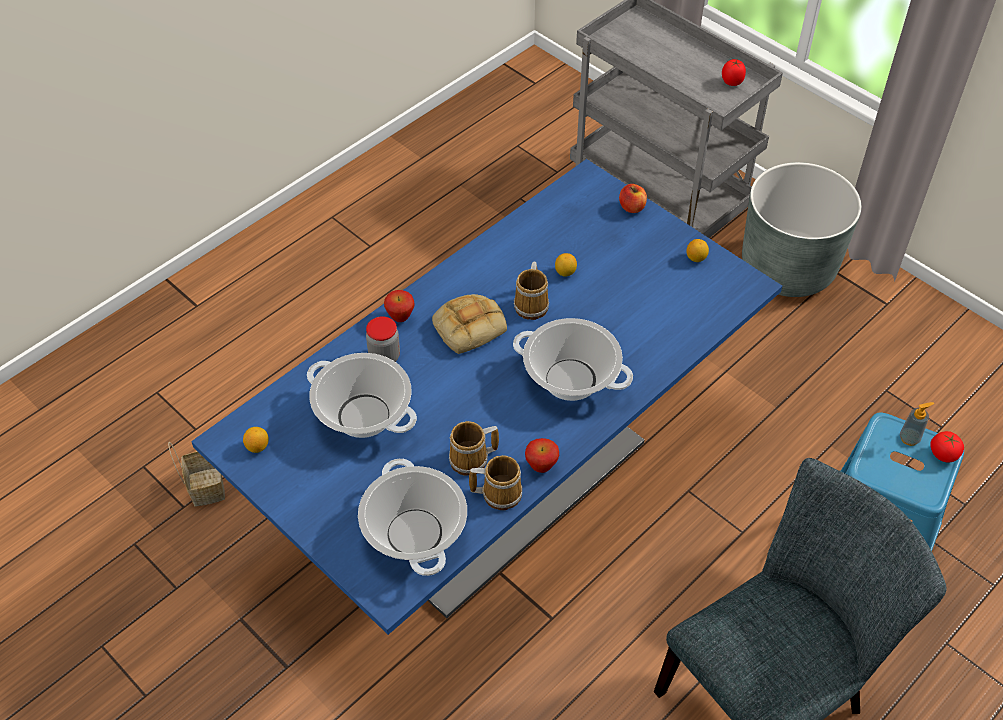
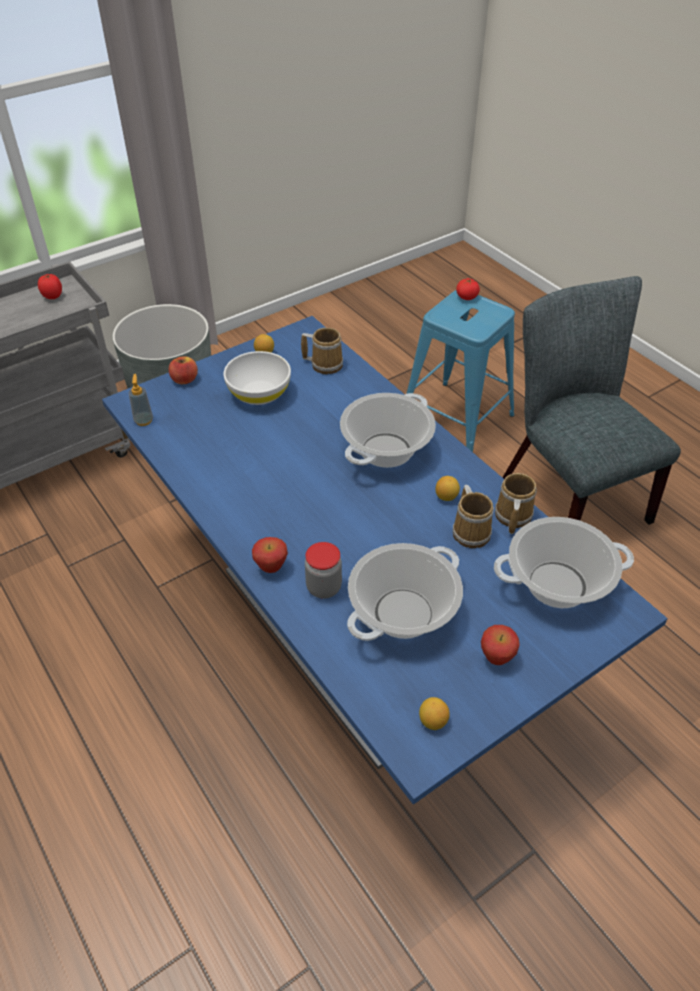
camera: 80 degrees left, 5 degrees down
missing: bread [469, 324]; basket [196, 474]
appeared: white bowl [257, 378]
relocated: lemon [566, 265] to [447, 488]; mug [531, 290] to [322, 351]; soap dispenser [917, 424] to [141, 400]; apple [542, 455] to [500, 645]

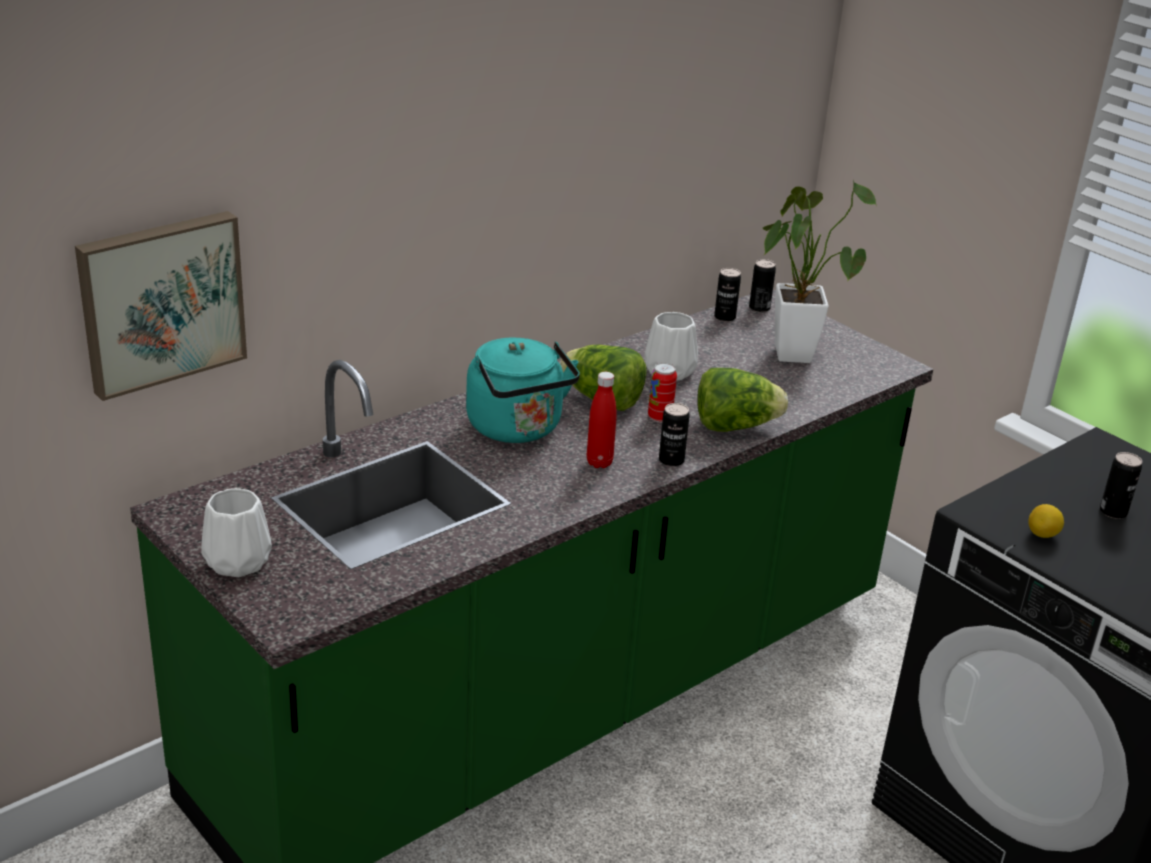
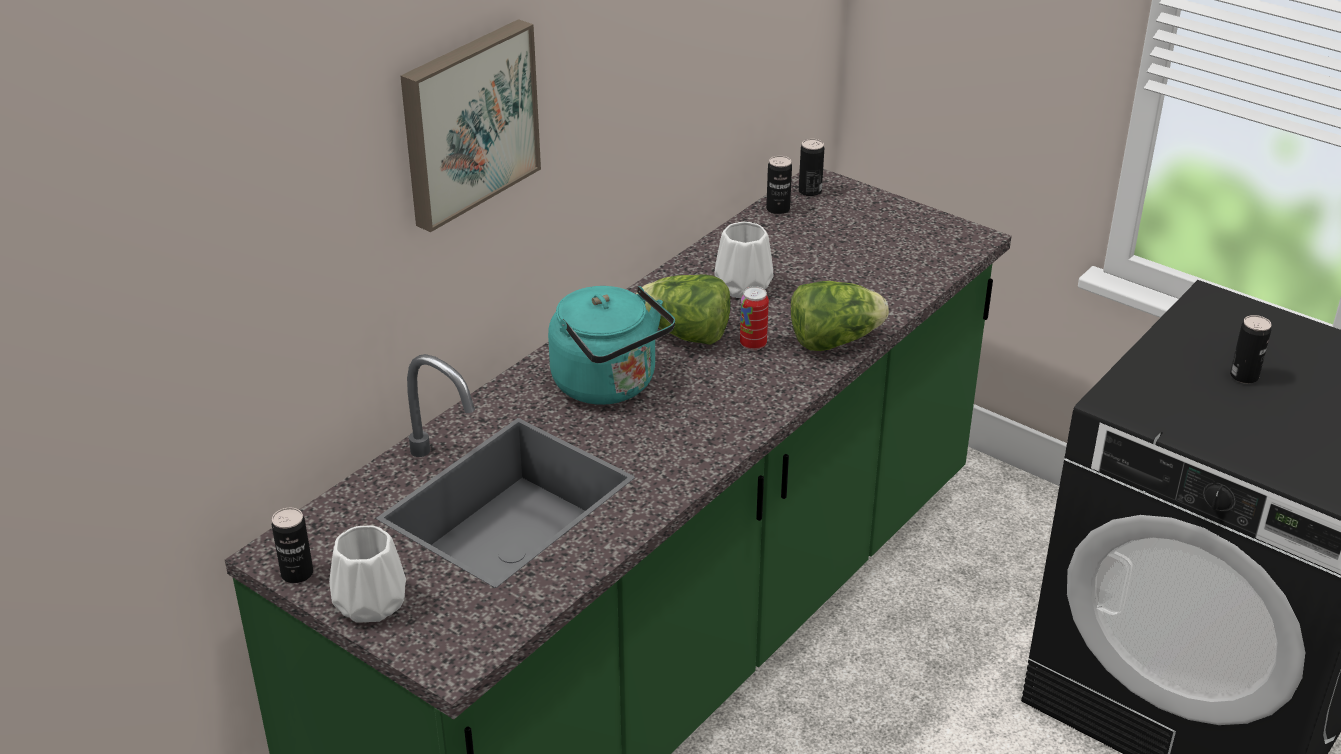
camera: 10 degrees left, 5 degrees up
missing: potted plant [819, 271]; red bottle [602, 420]; lemon [1046, 521]
relocated: picture [161, 306] to [470, 125]; can [674, 435] to [292, 545]

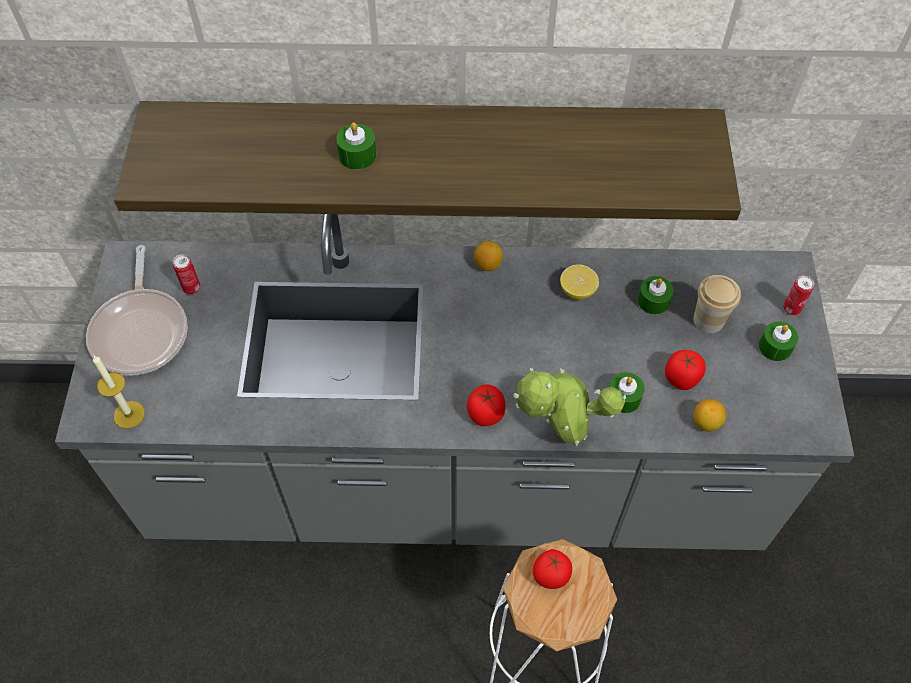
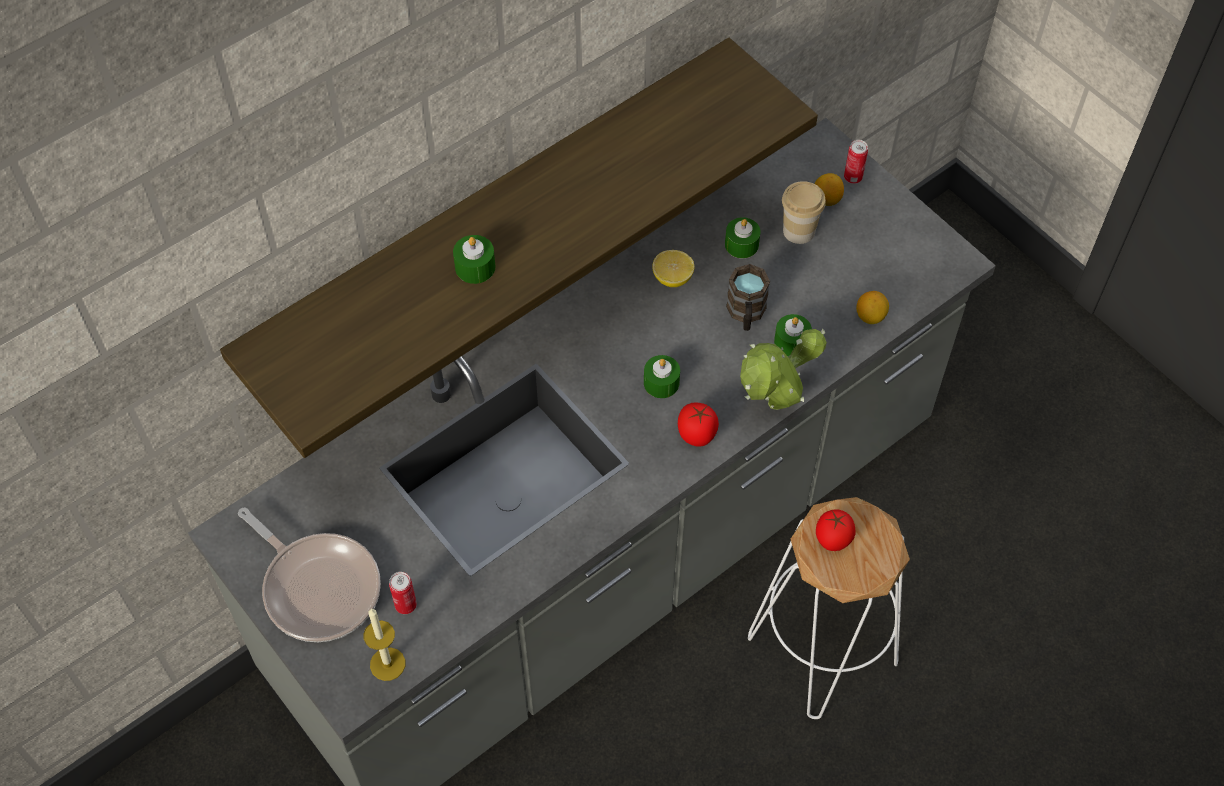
camera: 40 degrees left, 0 degrees up
missing: tomato [685, 370]
appeared: brown mug [748, 297]
relocated: lemon [488, 256] to [829, 189]; can [187, 274] to [403, 593]; green candle [778, 341] to [662, 376]

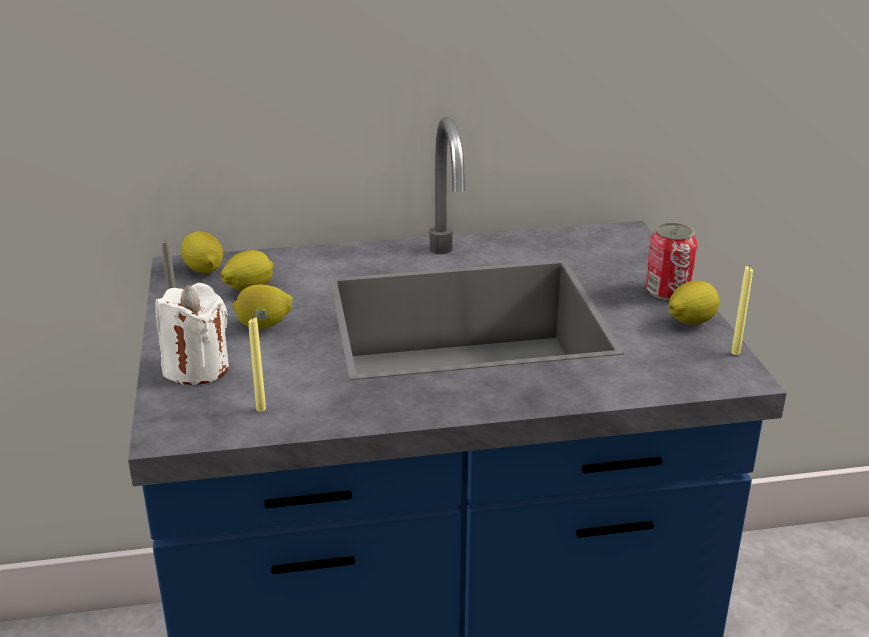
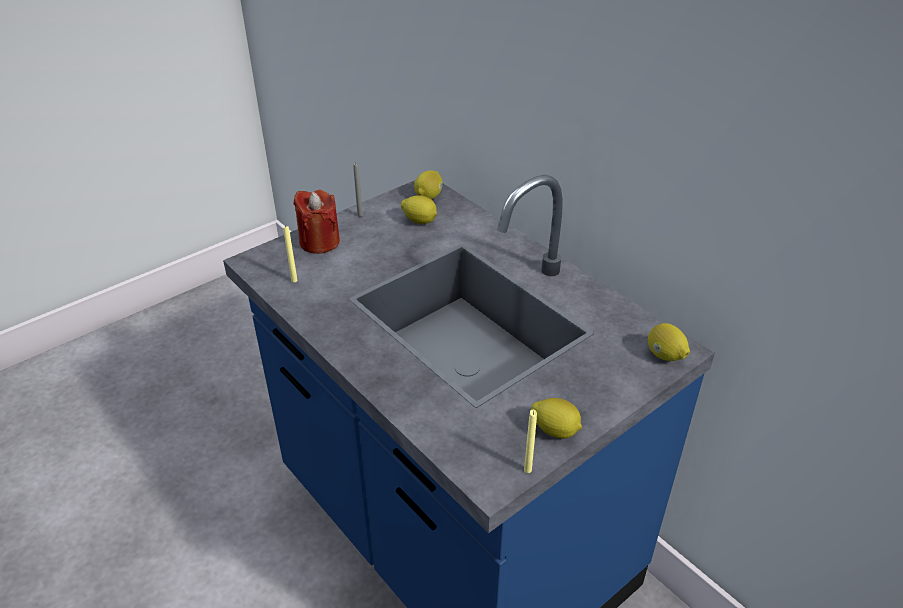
camera: 60 degrees right, 10 degrees up
missing: can [671, 261]
relocated: lemon [262, 307] to [669, 342]
colour: white candle [192, 334] to red candle [316, 222]

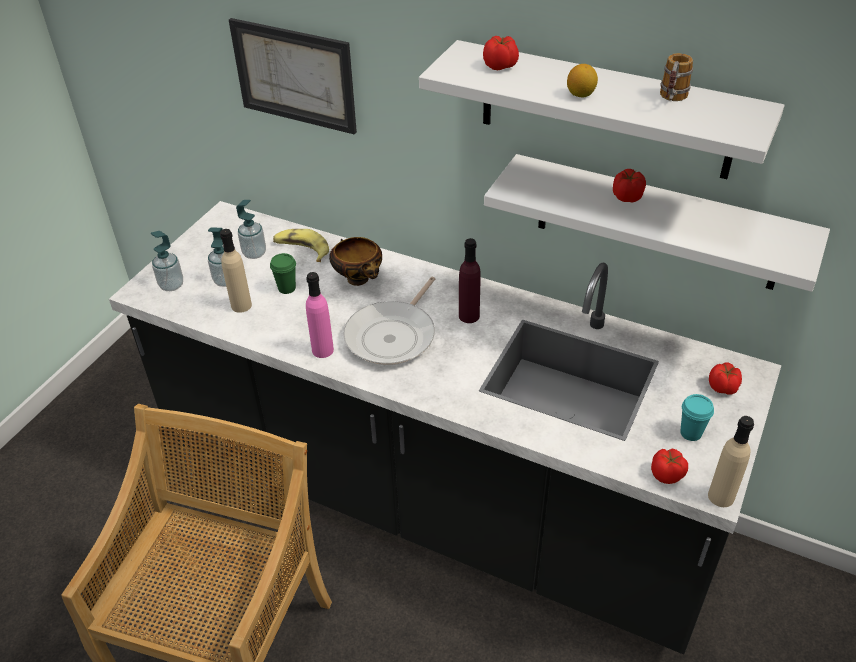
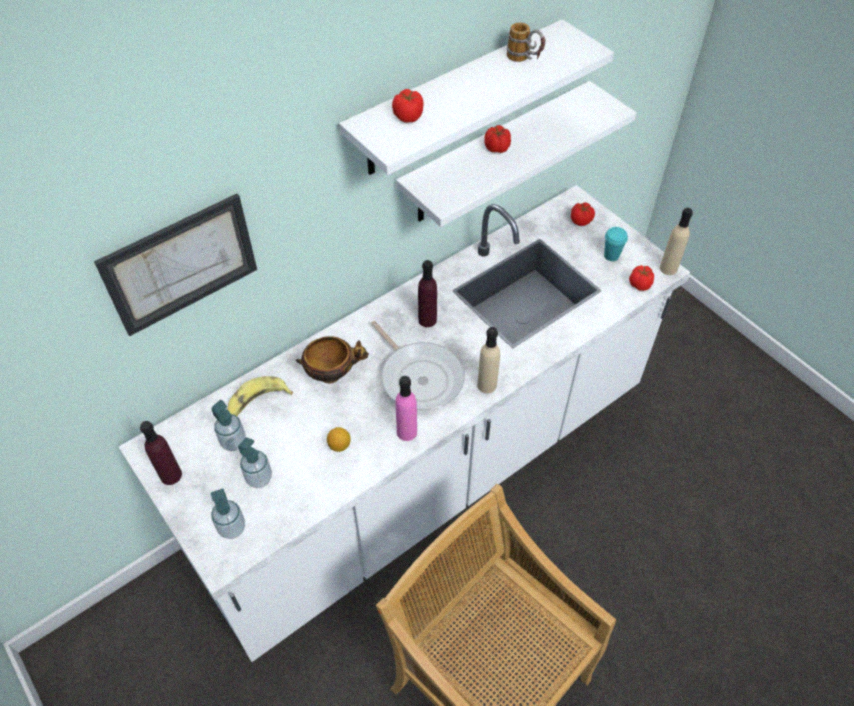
camera: 65 degrees left, 10 degrees up
missing: green cup [283, 273]
appeared: purple bottle [161, 453]
relocated: lemon [582, 80] to [339, 439]; beige bottle [236, 271] to [488, 360]
colour: black counter [445, 427] to white counter [404, 423]

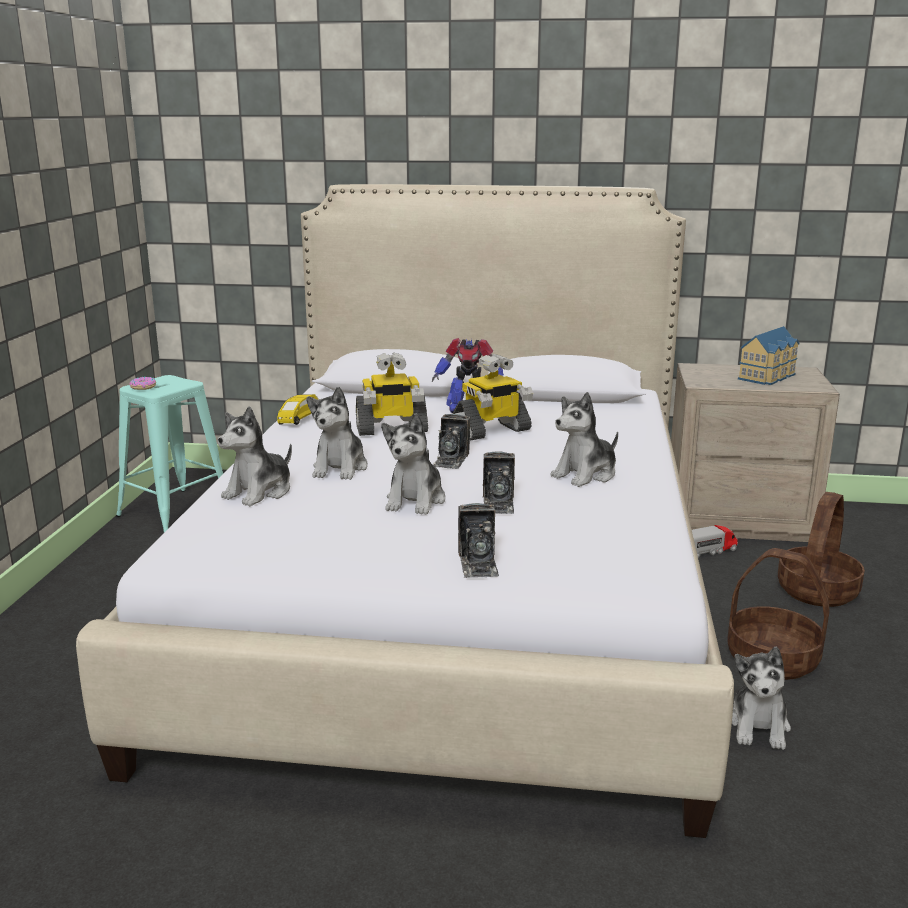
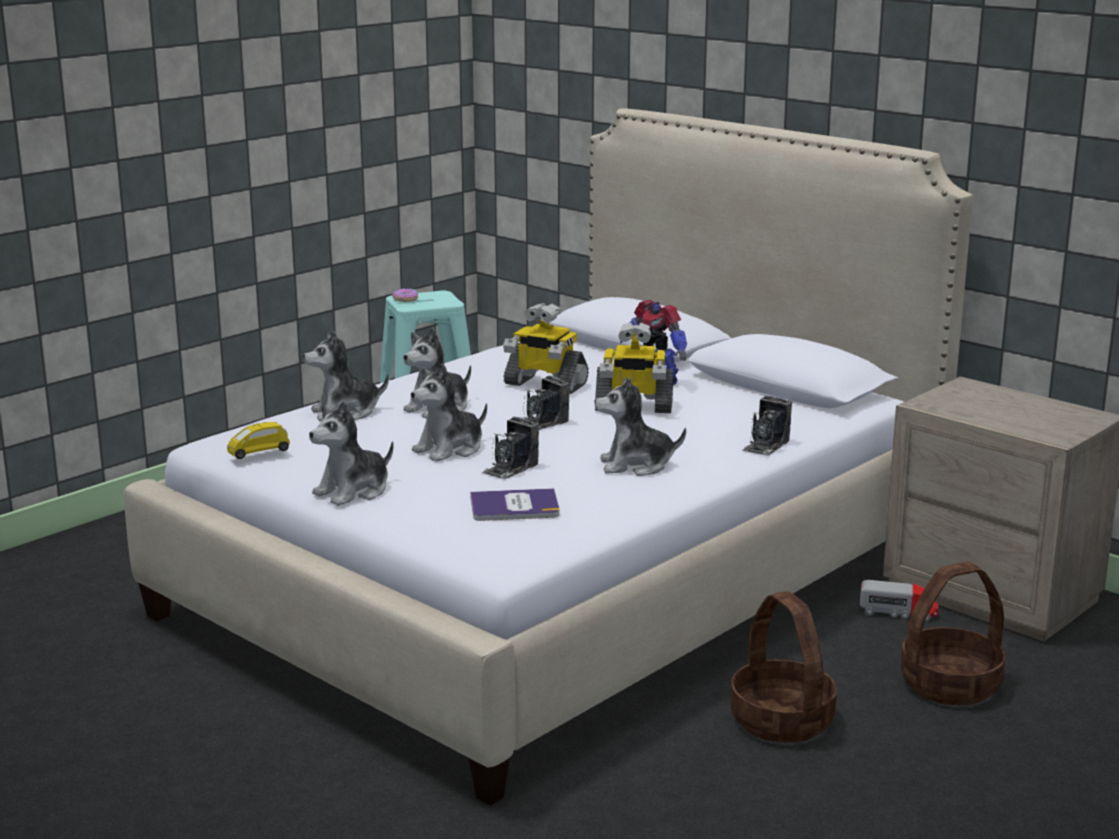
camera: 35 degrees right, 0 degrees up
missing: toy house [769, 355]
appeared: book [515, 504]
relocated: yellow toy car [298, 409] to [258, 440]; photo camera [478, 540] to [767, 426]; plush toy [761, 698] to [351, 453]

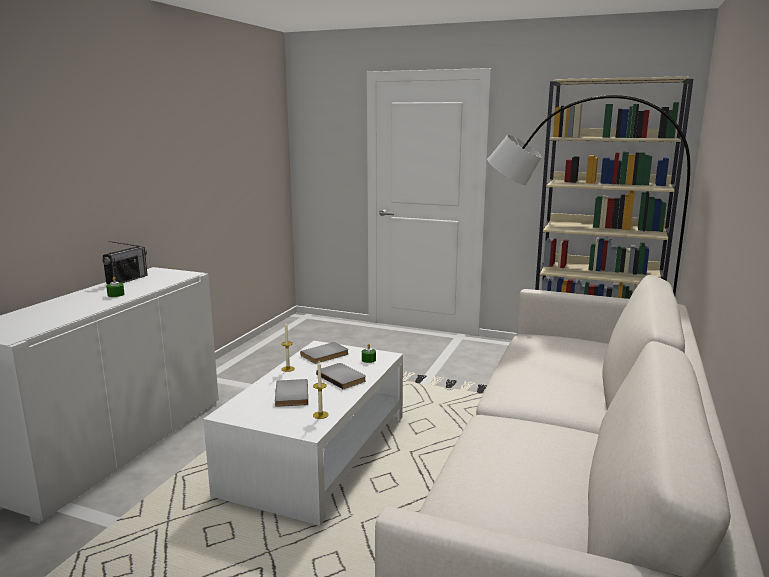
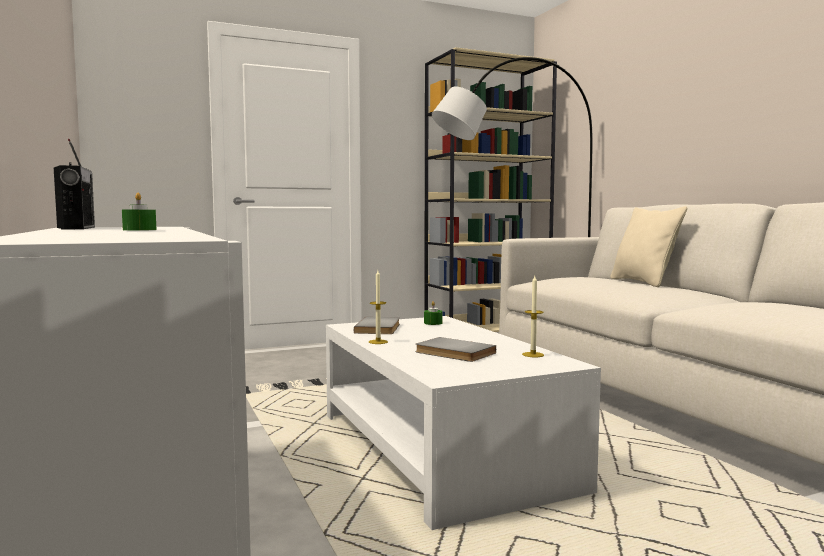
camera: 45 degrees left, 10 degrees down
missing: grey book [341, 376]
appeared: beige pillow [648, 246]

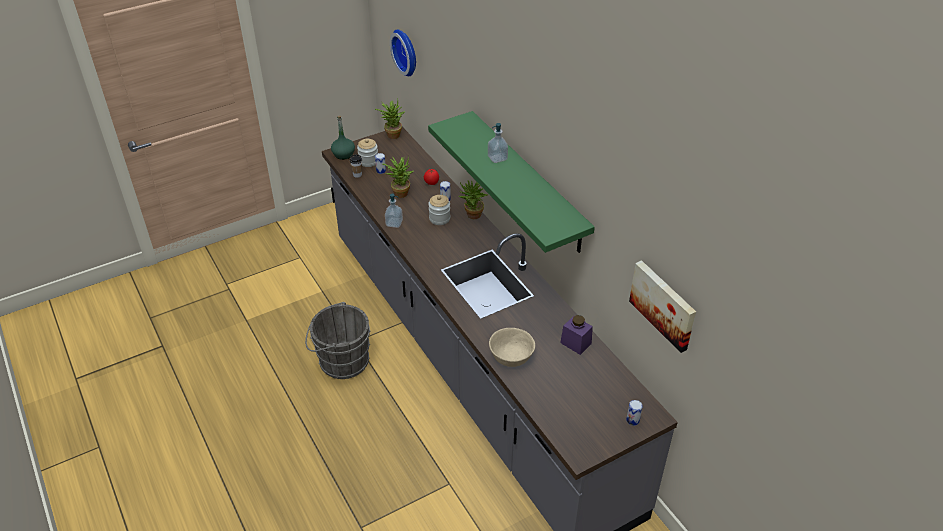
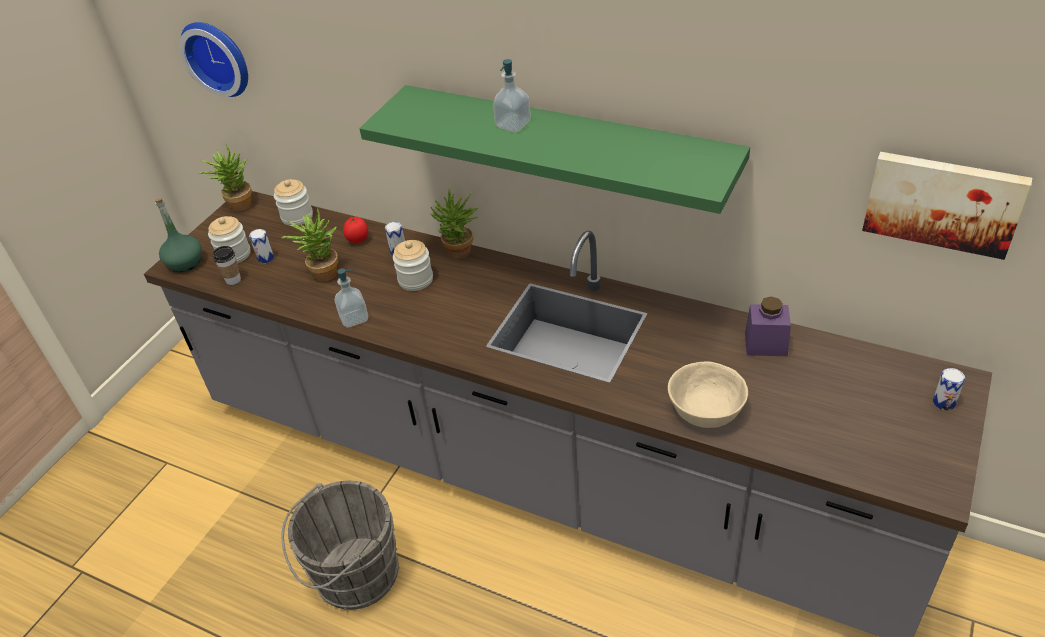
camera: 30 degrees left, 0 degrees up
appeared: jar [293, 202]

